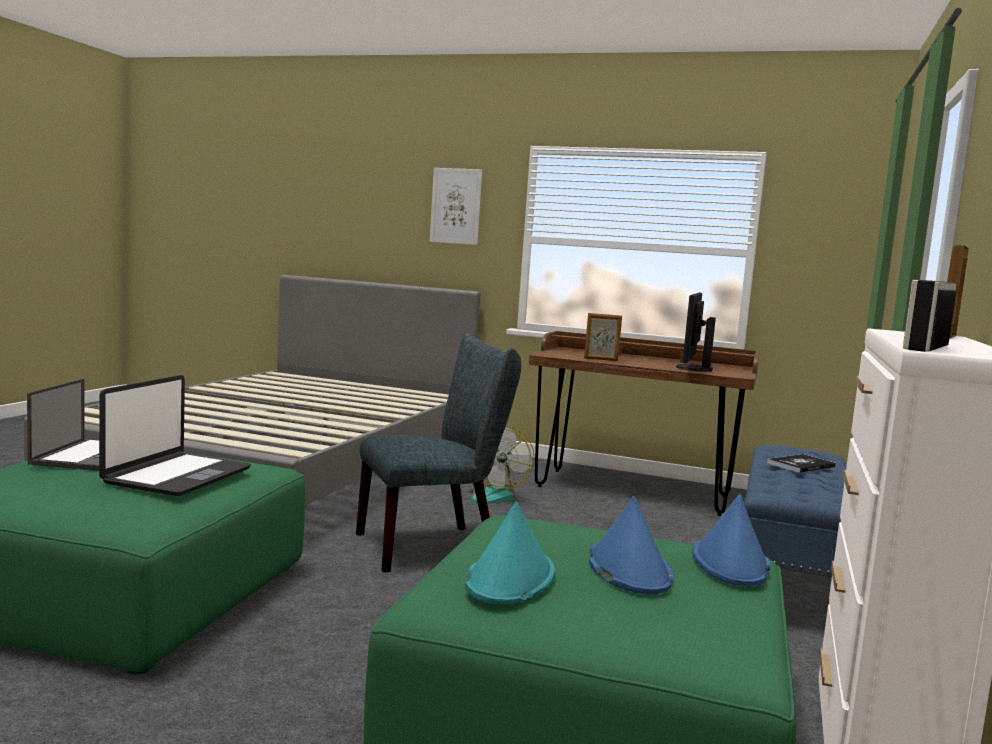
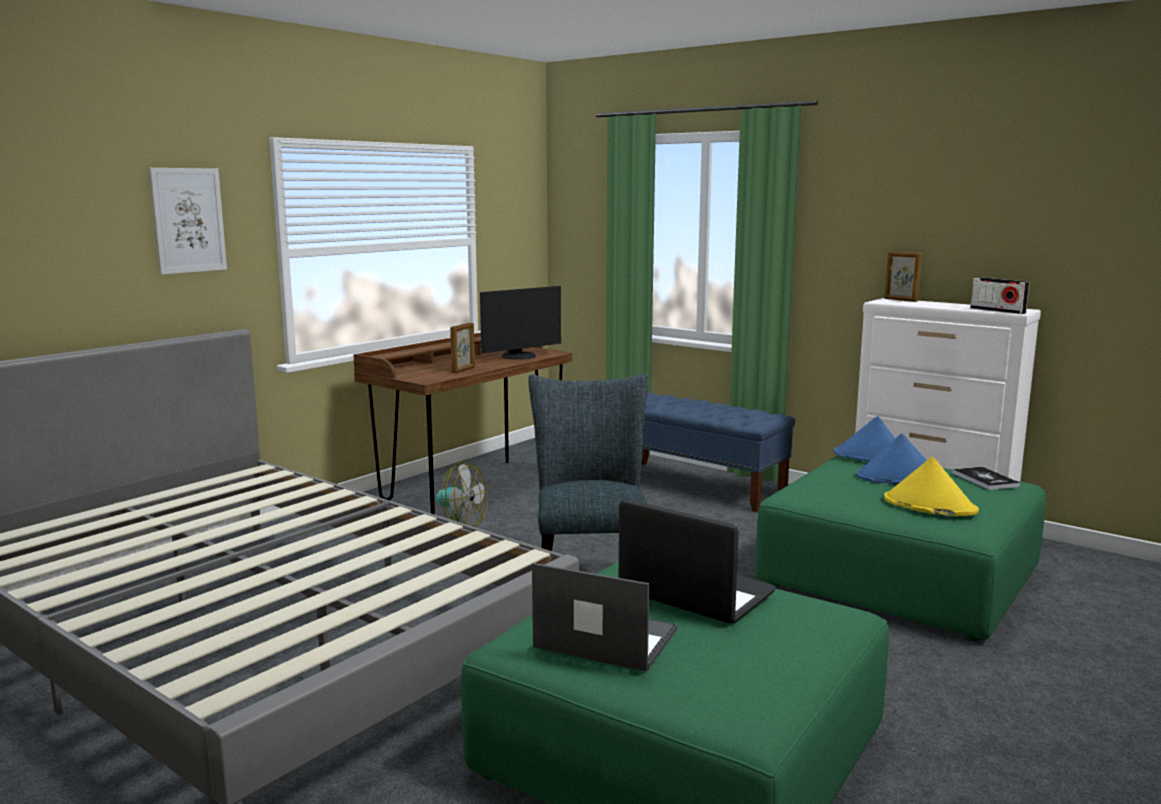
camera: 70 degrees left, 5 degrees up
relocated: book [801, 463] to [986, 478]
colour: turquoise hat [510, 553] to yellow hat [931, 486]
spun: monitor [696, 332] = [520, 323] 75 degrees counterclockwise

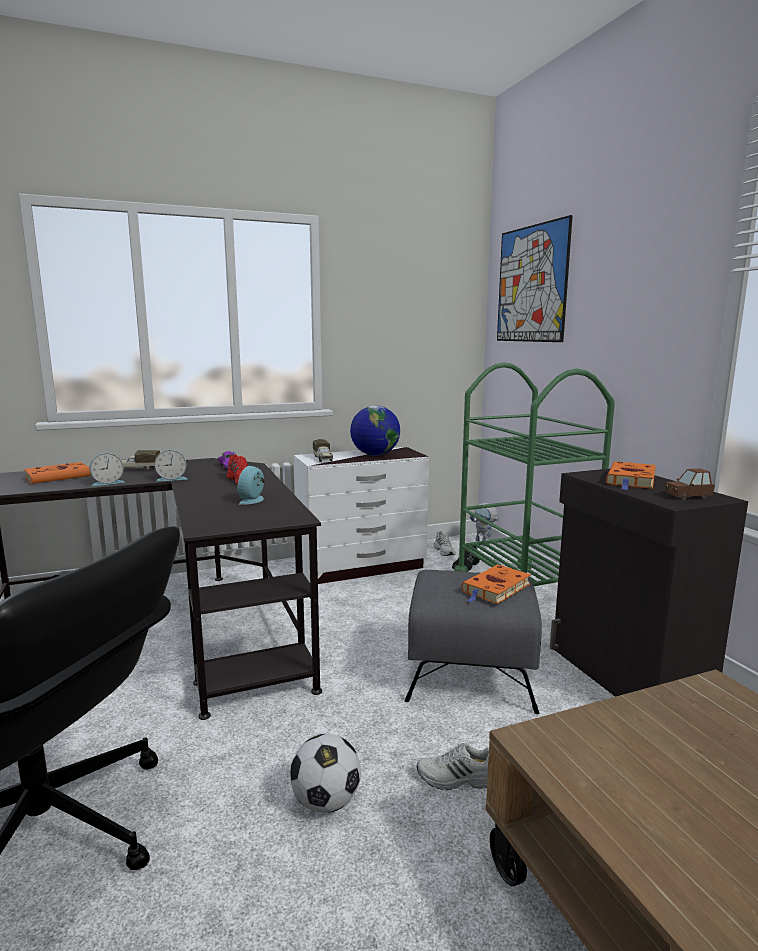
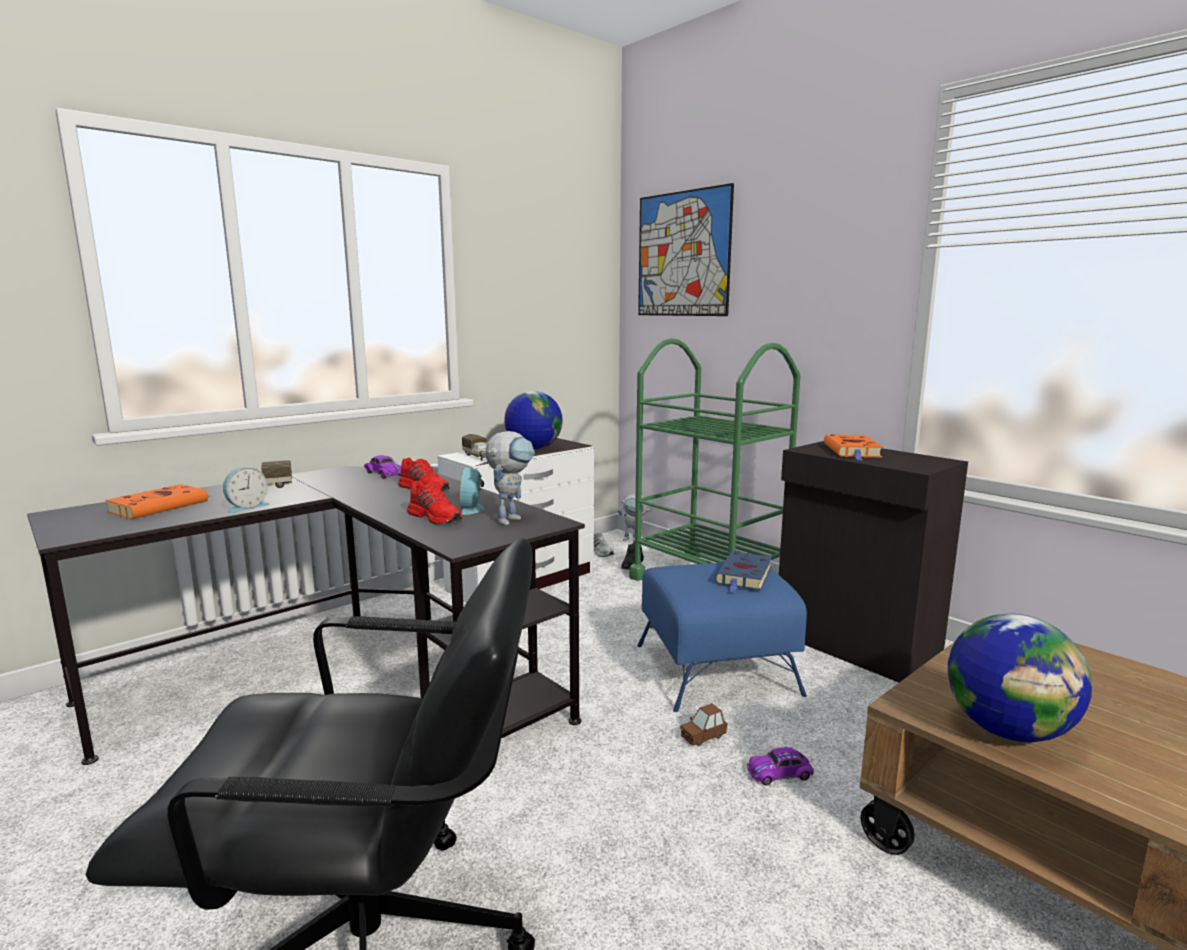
camera: 20 degrees left, 0 degrees up
missing: alarm clock [171, 465]; football [325, 773]
appeared: toy robot [510, 478]; red shoe [435, 502]; globe [1020, 678]
relocated: brown toy car [690, 484] to [704, 725]
exchanged: white shoe [453, 766] to purple toy car [780, 766]
colour: orange book [496, 584] to blue book [743, 571]; grey ottoman [473, 642] to blue ottoman [722, 637]

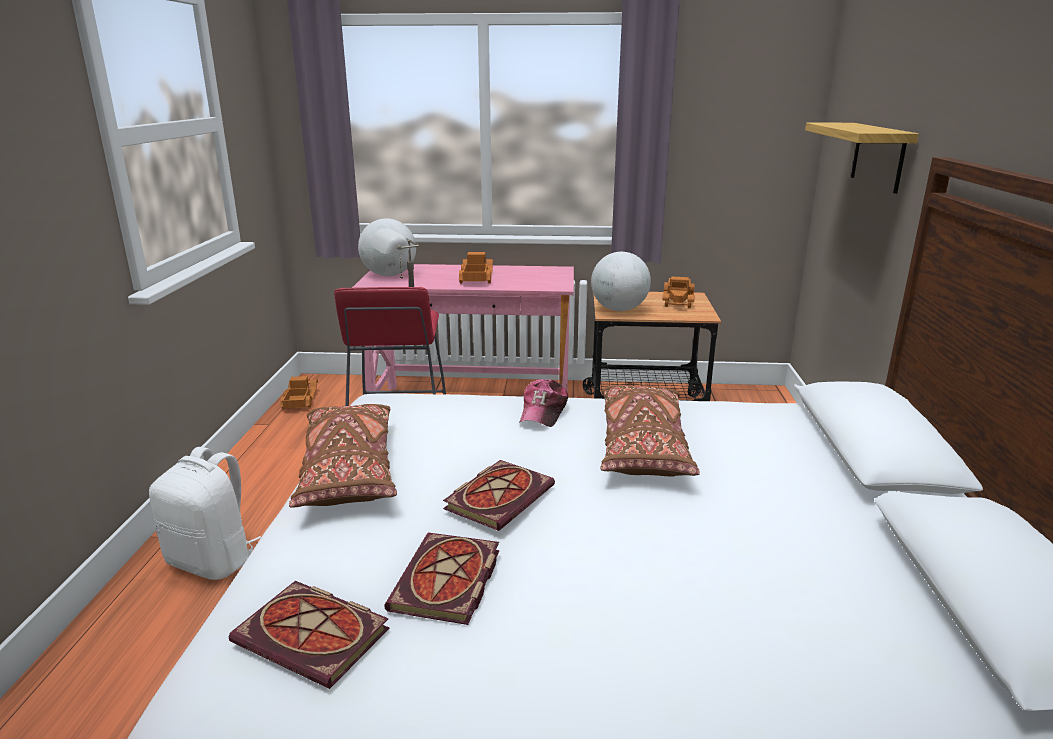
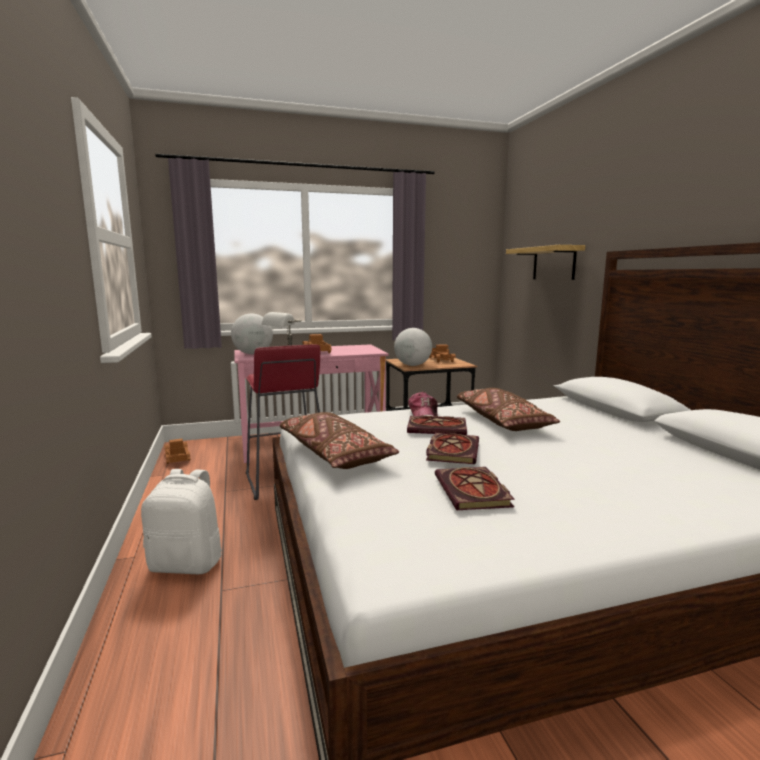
camera: 20 degrees left, 10 degrees down
relocated: book [309, 635] to [437, 425]

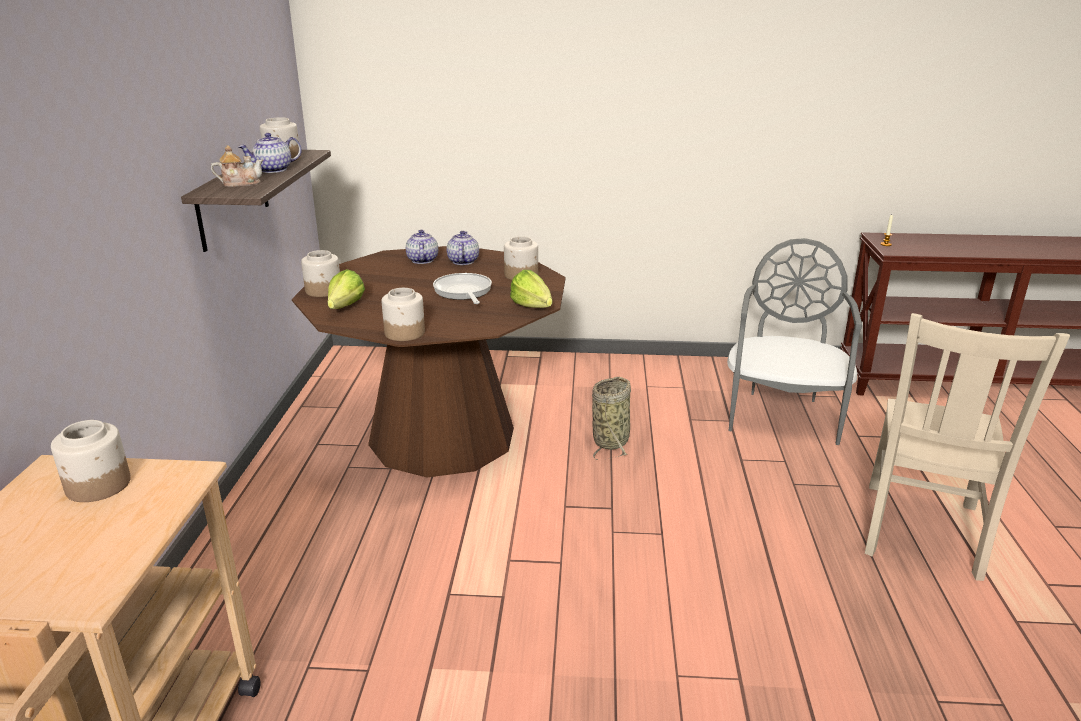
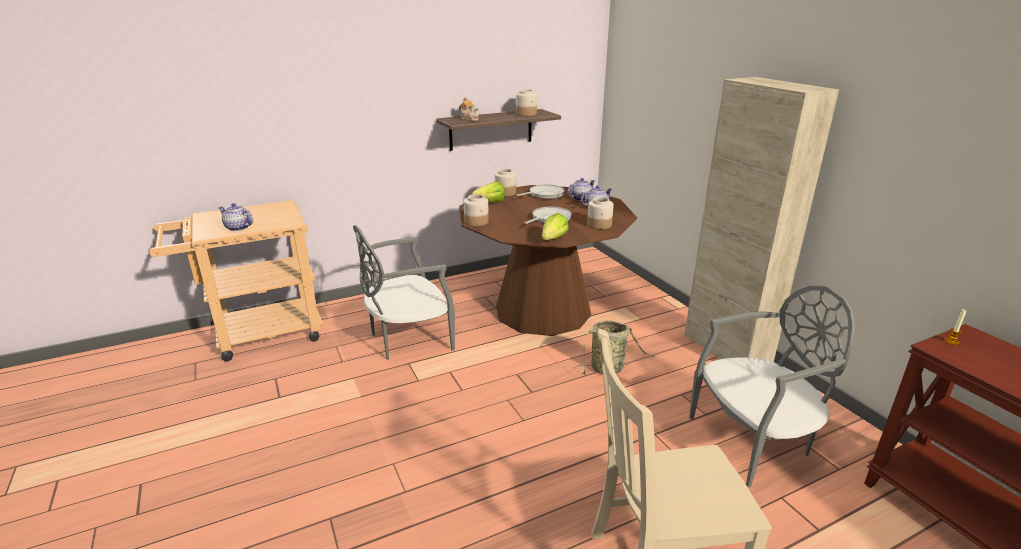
camera: 60 degrees right, 0 degrees up
missing: jar [91, 461]
appeared: beige cabinet [761, 219]; frying pan [540, 191]; grey chair [404, 292]
relocated: teapot [270, 153] to [235, 217]

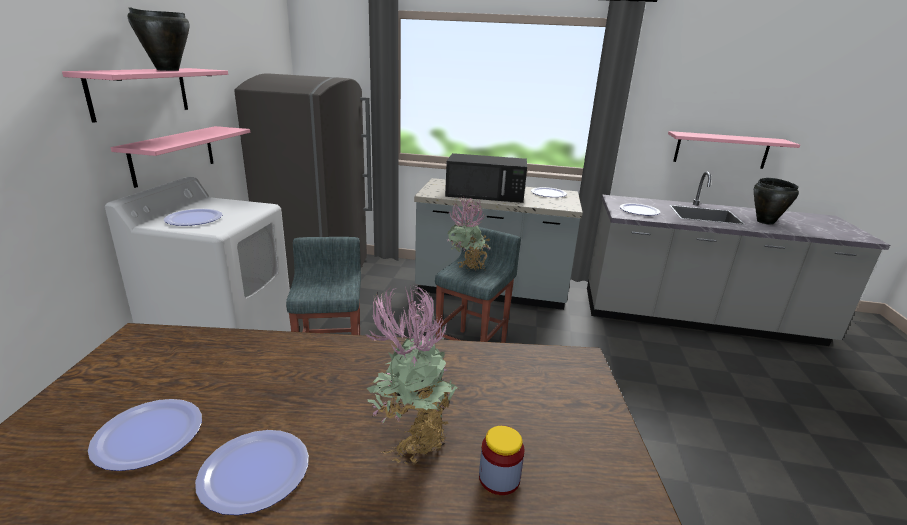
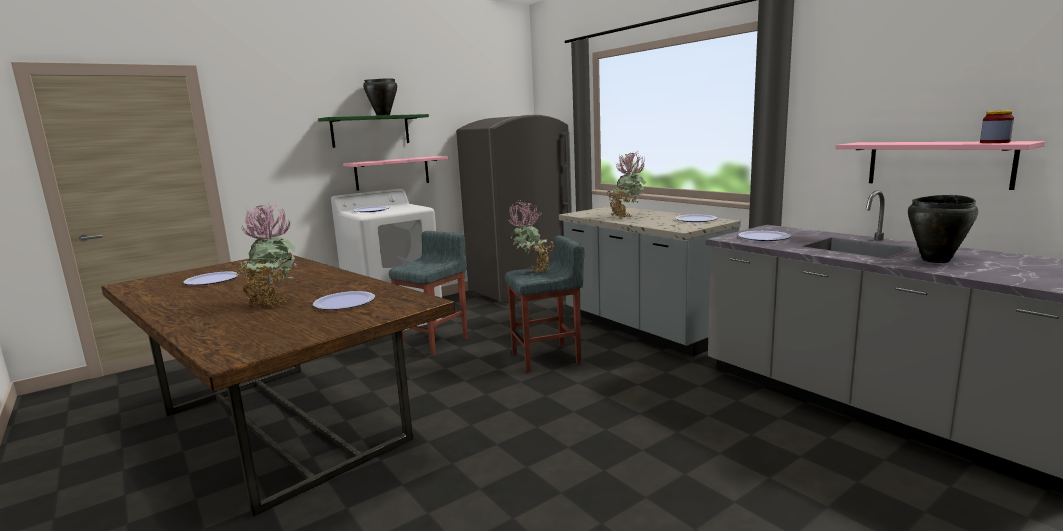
camera: 45 degrees right, 10 degrees down
relocated: jar [501, 460] to [997, 126]; plate [252, 472] to [344, 300]
exchanged: black microwave [486, 178] to potted plant [625, 185]
colour: pink shelf [145, 95] to green shelf [373, 131]

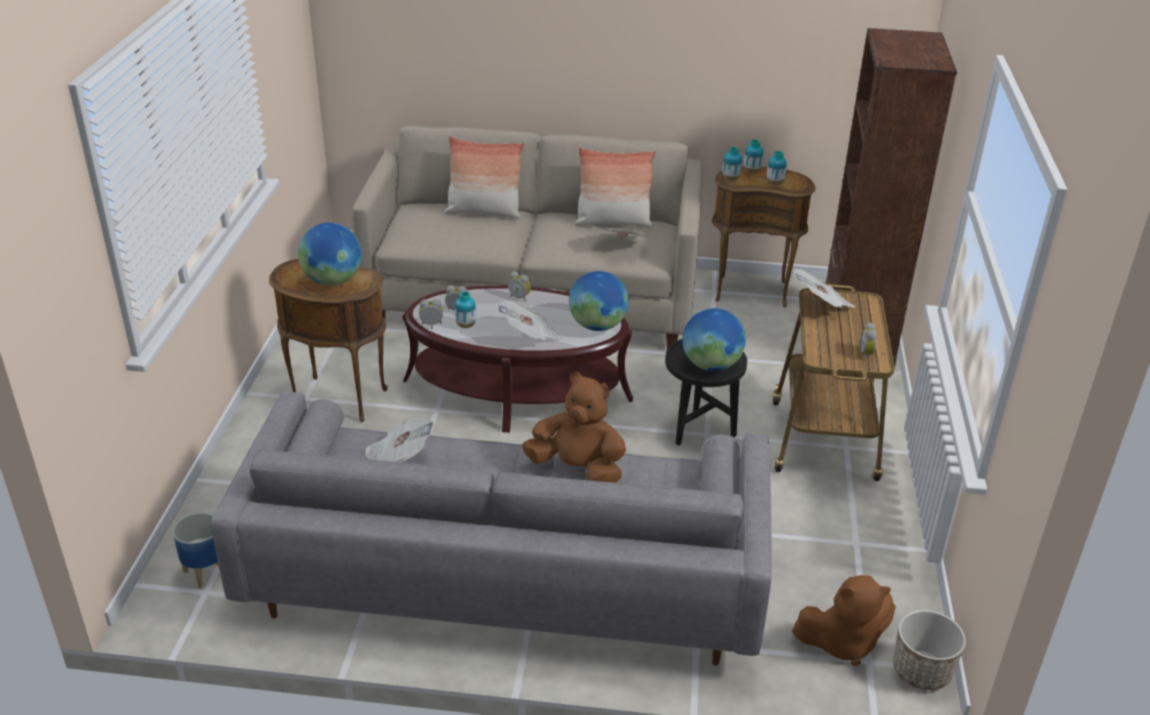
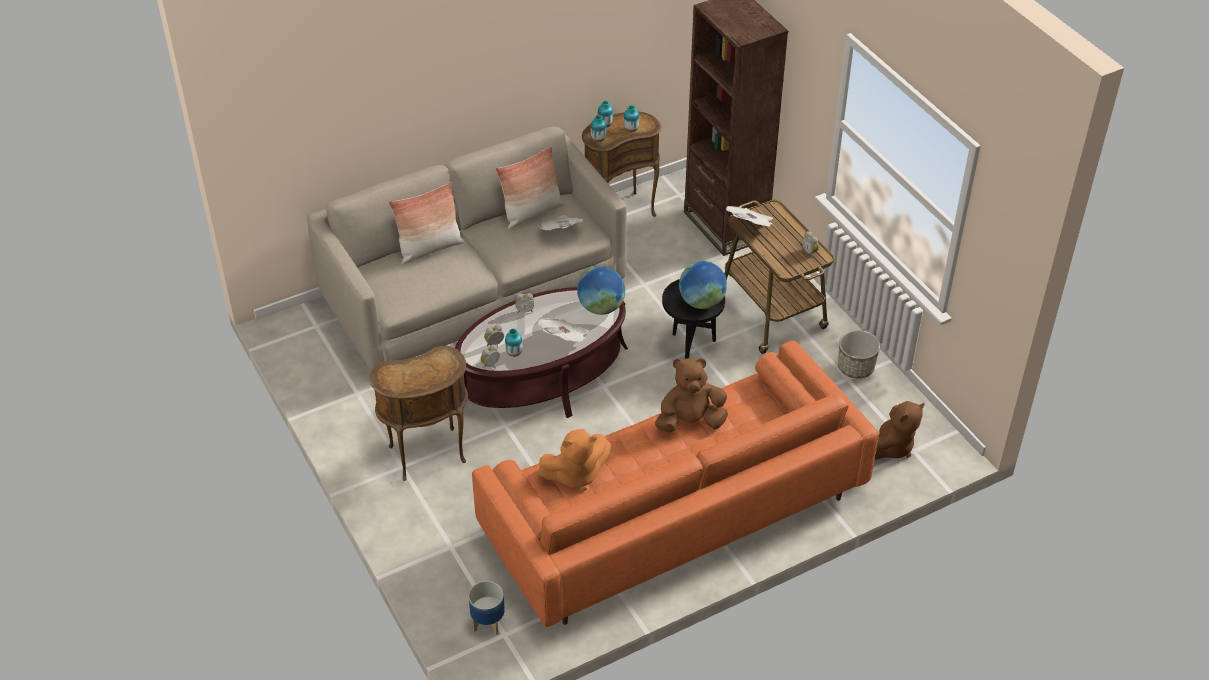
camera: 35 degrees left, 10 degrees up
missing: globe [330, 254]
relocated: planter [929, 650] to [859, 354]
exchanged: newspaper [400, 438] to orange plush toy [575, 460]
colour: grey sofa [491, 529] to orange sofa [675, 483]

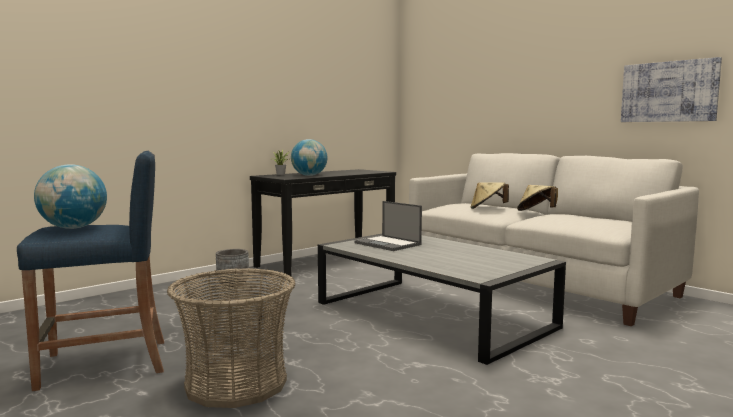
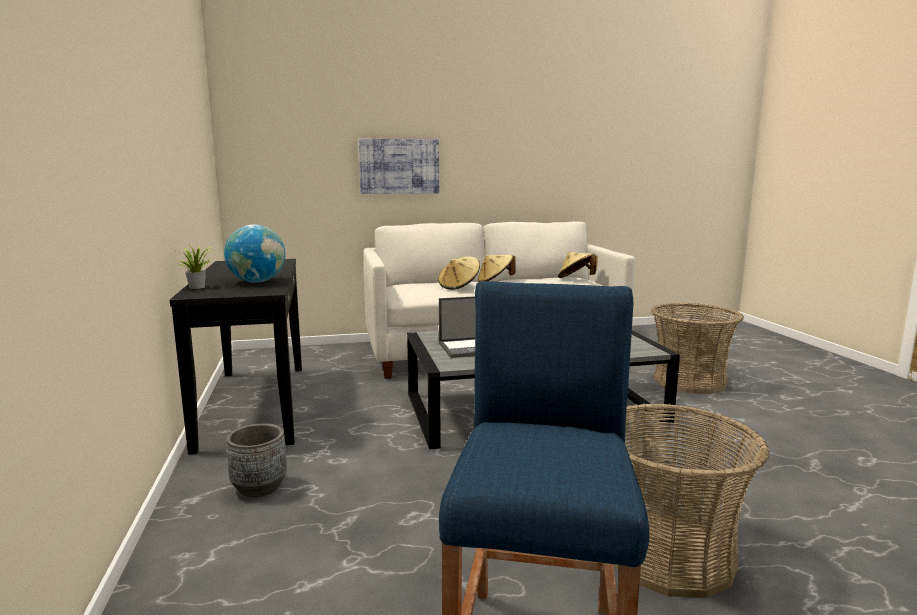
camera: 60 degrees left, 5 degrees up
missing: globe [70, 196]
appeared: beige hat [578, 265]; basket [697, 348]
relocated: picture [671, 89] to [398, 166]

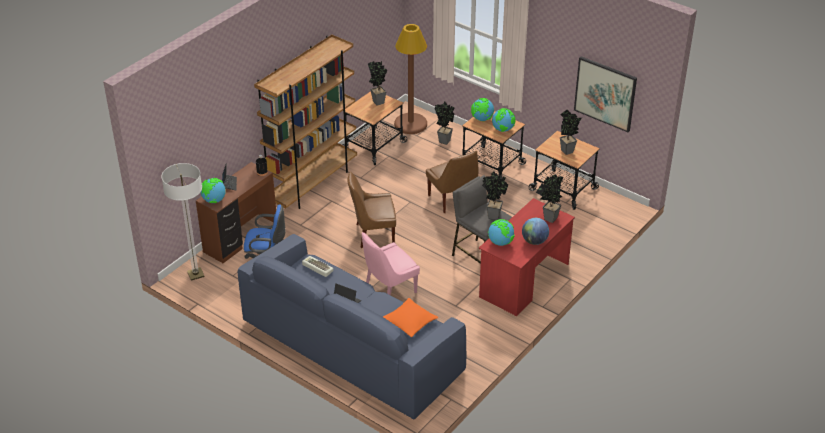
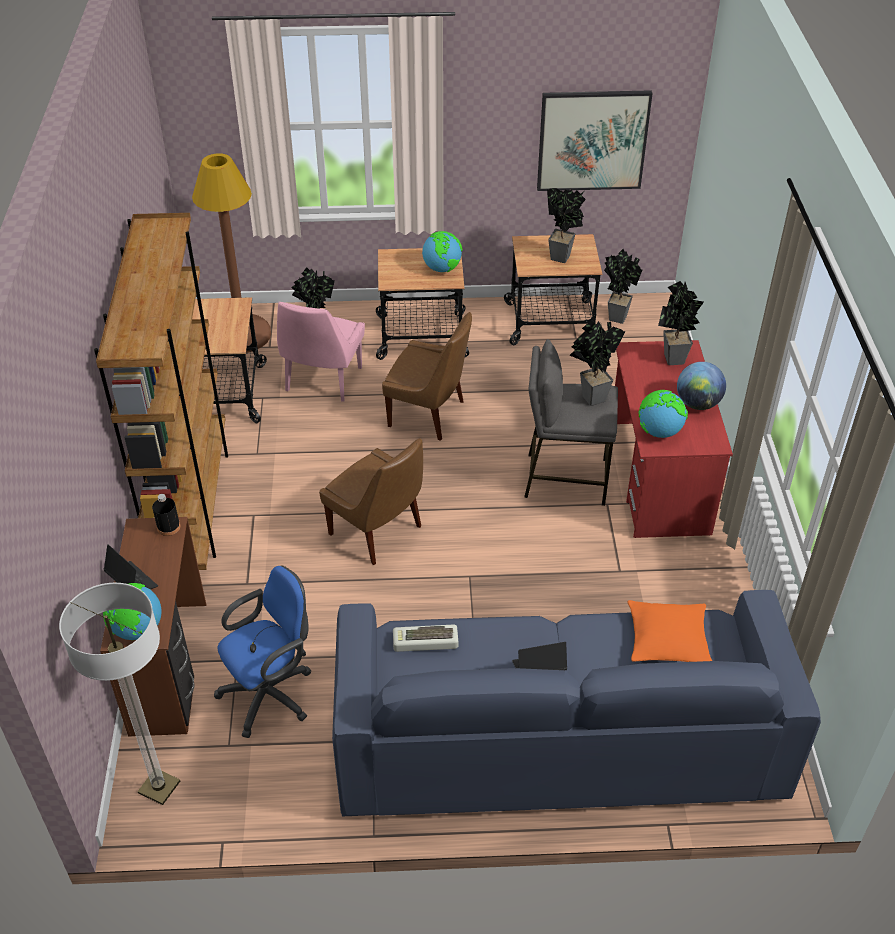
camera: 40 degrees left, 5 degrees up
missing: globe [482, 109]
relocated: potted plant [377, 83] to [623, 286]; pink chair [391, 263] to [321, 352]
spun: brown chair [371, 210] = [371, 501] 90 degrees counterclockwise

